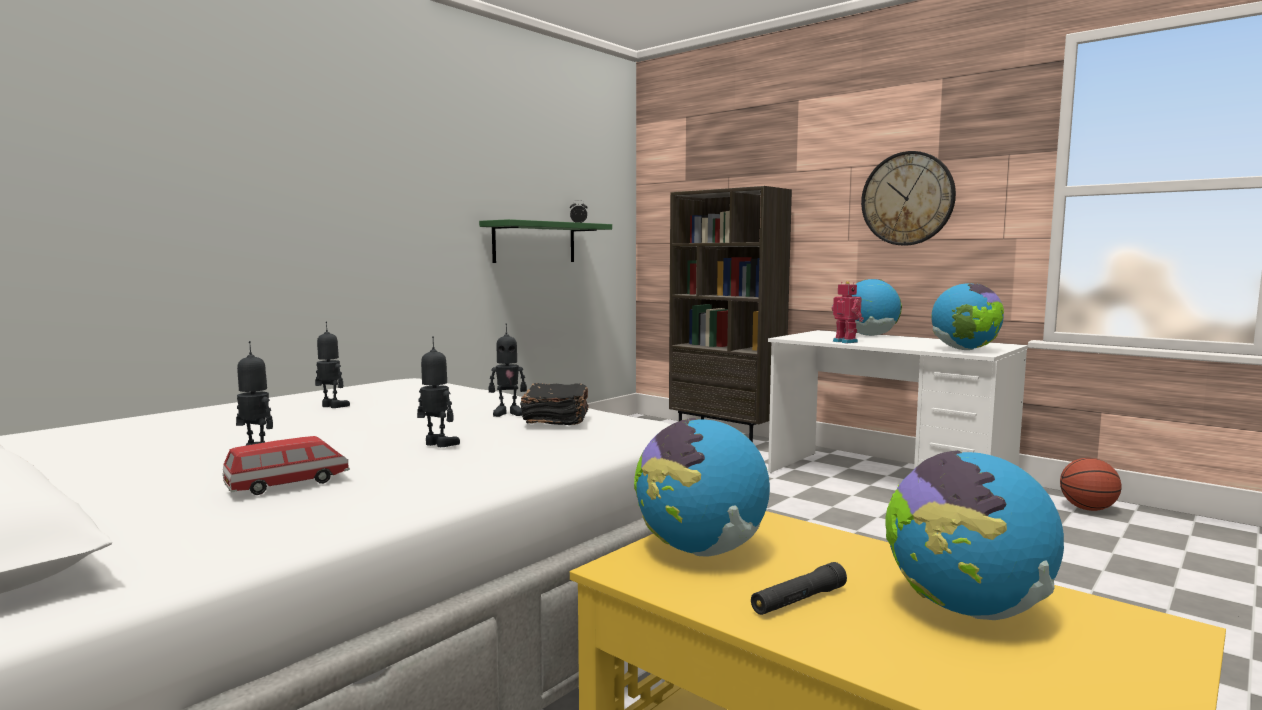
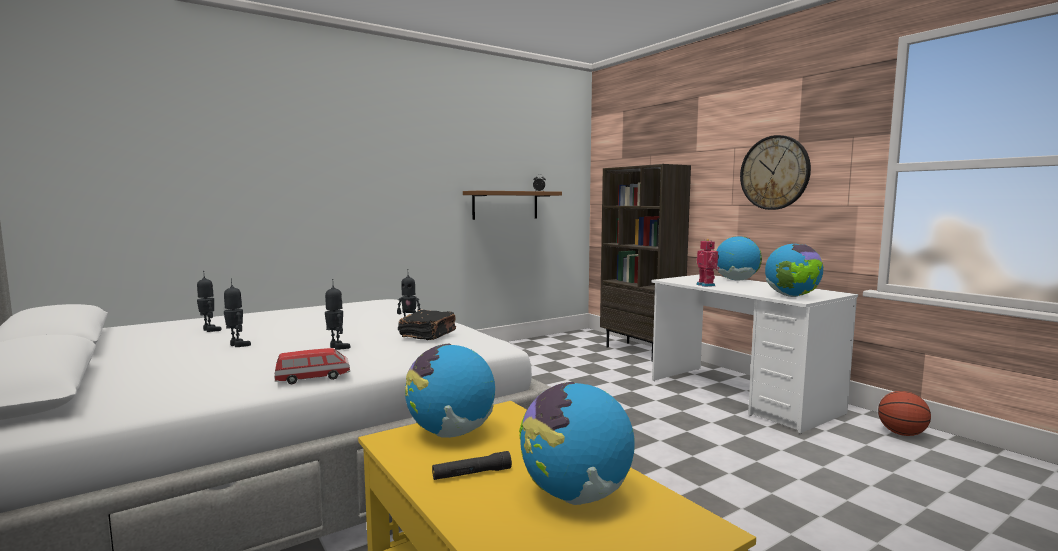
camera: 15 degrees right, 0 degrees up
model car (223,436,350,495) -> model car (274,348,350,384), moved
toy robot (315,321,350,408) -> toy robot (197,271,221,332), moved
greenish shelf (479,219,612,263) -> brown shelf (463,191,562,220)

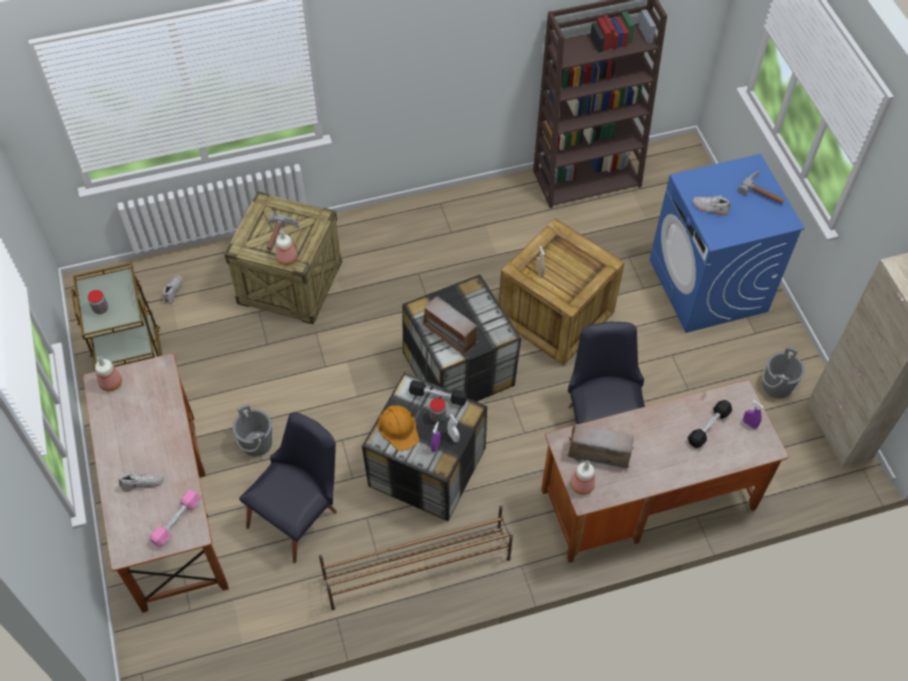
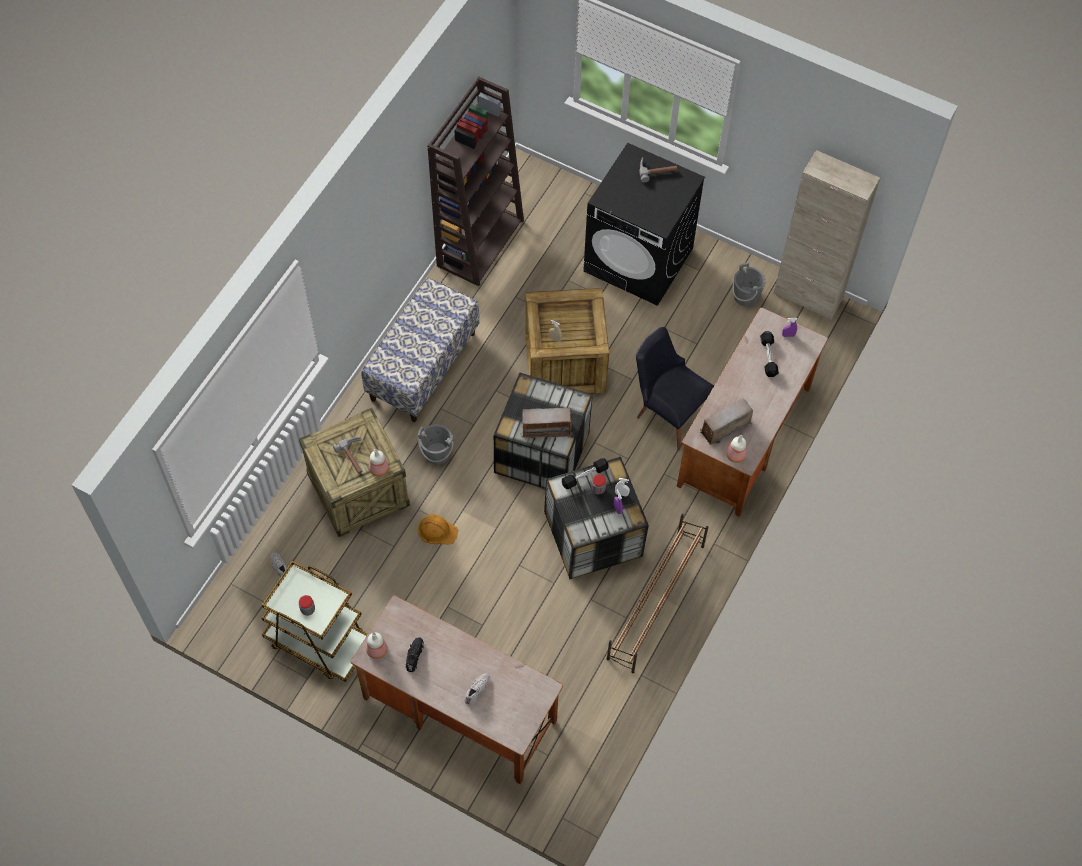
camera: 45 degrees left, 5 degrees up
pink hand weight (150,490,201,547) -> none
grey water bucket (233,404,272,457) -> grey water bucket (418,424,454,465), moved
black plain chair (239,412,337,563) -> none
orangey hard hat (378,405,419,451) -> orangey hard hat (418,514,458,545), moved
bluish laundry appliance (650,154,805,333) -> black laundry appliance (583,143,705,306)
white-coloured shoe (693,196,731,216) -> none
none -> long seat (361,278,480,422)
none -> black shoe (406,637,424,672)

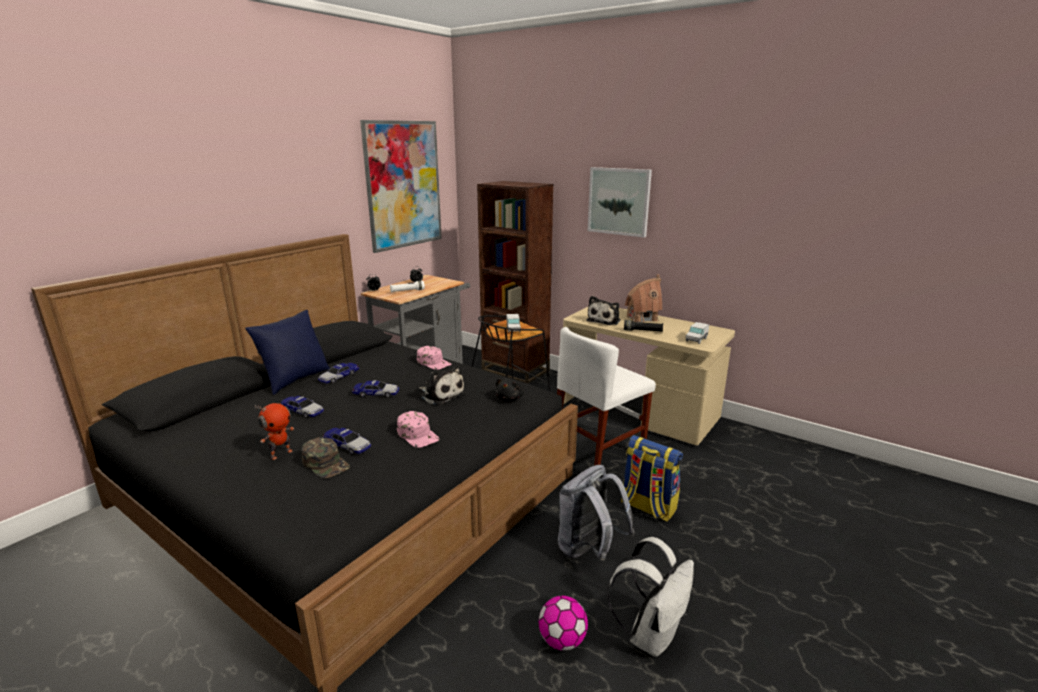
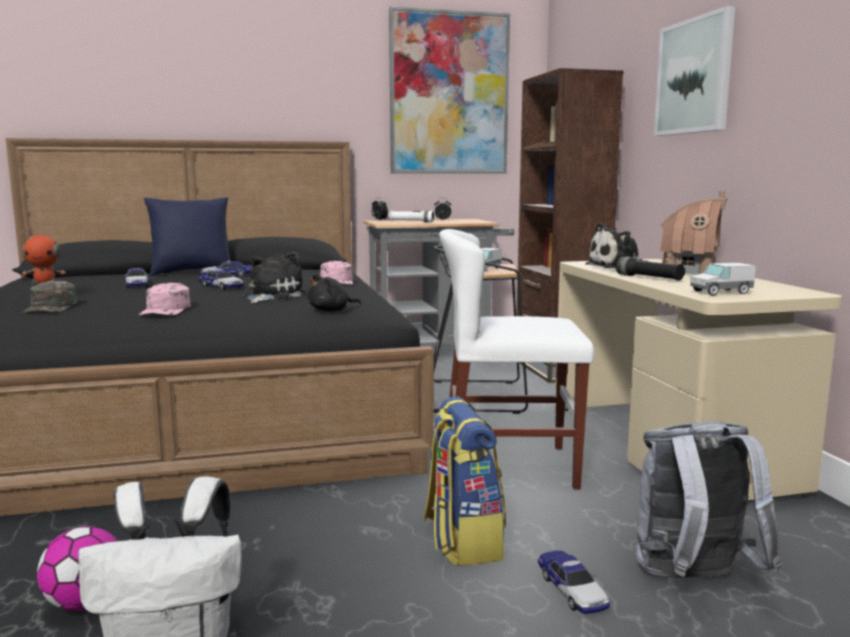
camera: 40 degrees right, 10 degrees down
model car (323,428,371,455) -> model car (538,551,610,614), moved
soft toy (419,365,466,405) -> soft toy (244,252,305,303), 150 degrees counterclockwise
grey rucksack (558,465,635,561) -> grey rucksack (636,421,782,578), moved

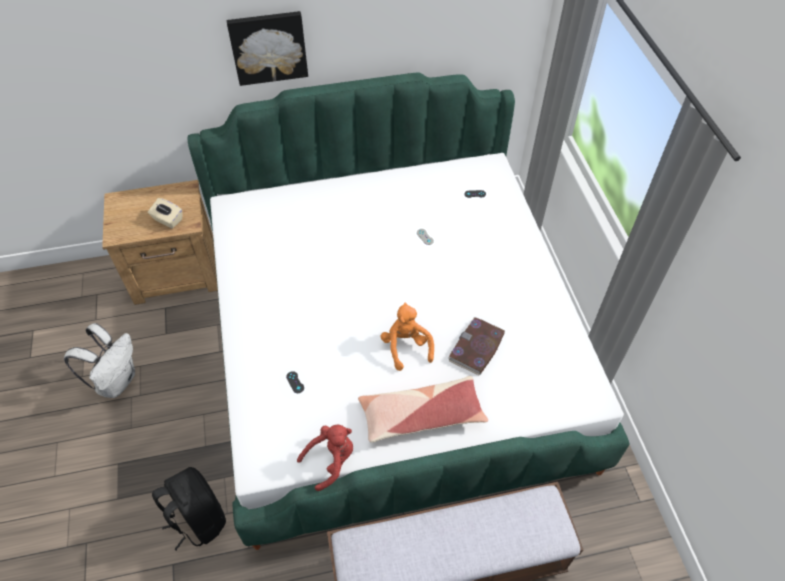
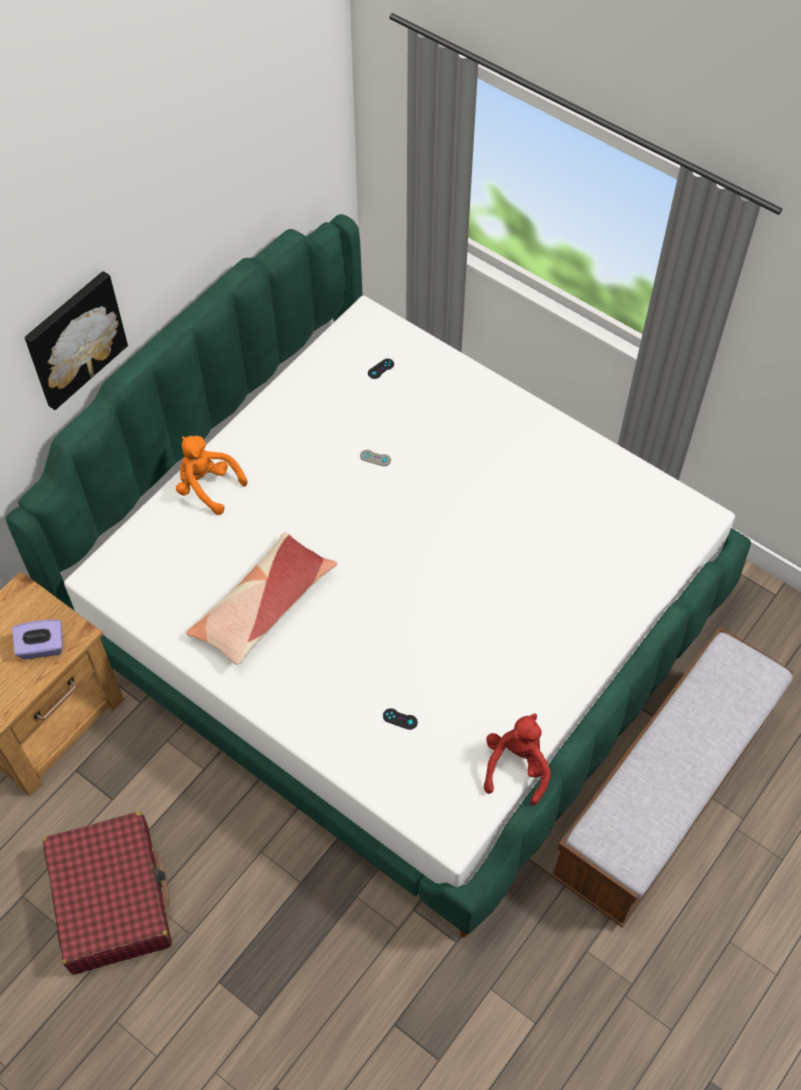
camera: 40 degrees left, 5 degrees up
white-coloured rucksack (64,323,135,398) -> red-coloured travel case (43,812,172,975)
beige box of tissues (148,198,182,229) -> purple box of tissues (12,620,63,659)
black rucksack (152,467,226,550) -> none
cushion (358,376,488,443) -> cushion (186,532,337,665), moved
orangey soft toy (381,303,434,371) -> orangey soft toy (176,436,247,515), moved
book (448,317,505,375) -> none

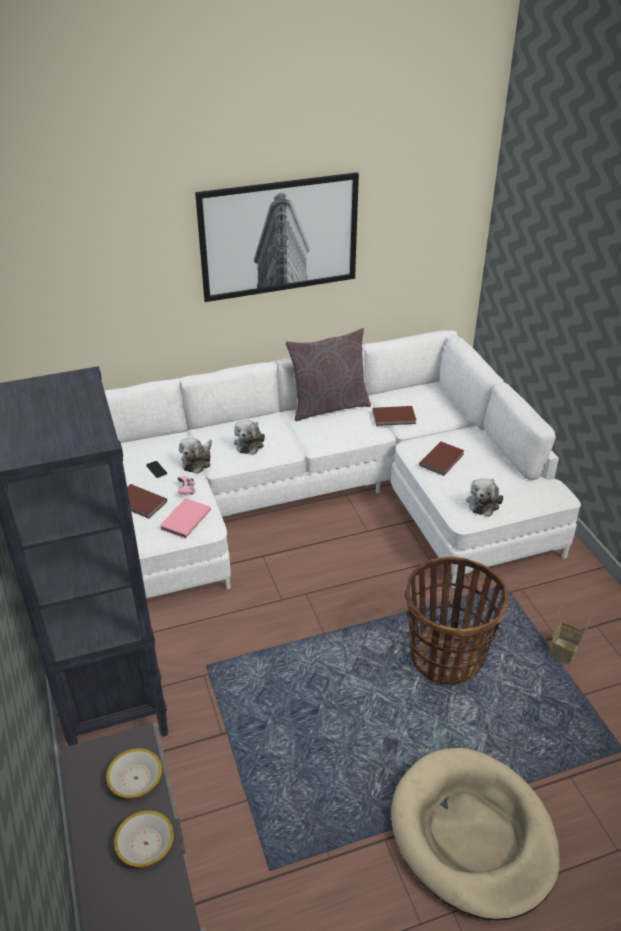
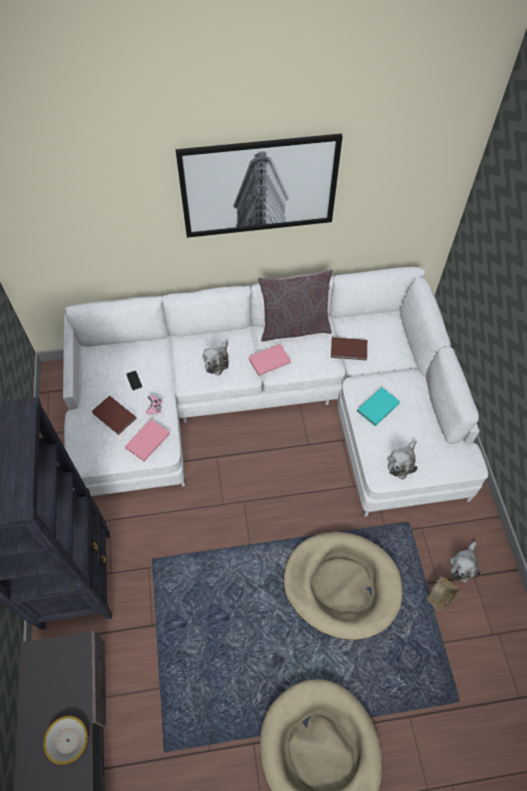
camera: 10 degrees right, 20 degrees up
deep dish (106,748,162,799) -> none
soft toy (179,438,212,474) -> soft toy (449,541,481,583), moved
basket (405,557,509,686) -> beige pet bed (284,532,403,640)
brown book (419,441,465,476) -> blue-green book (357,387,400,426)
none -> pink book (249,344,291,376)

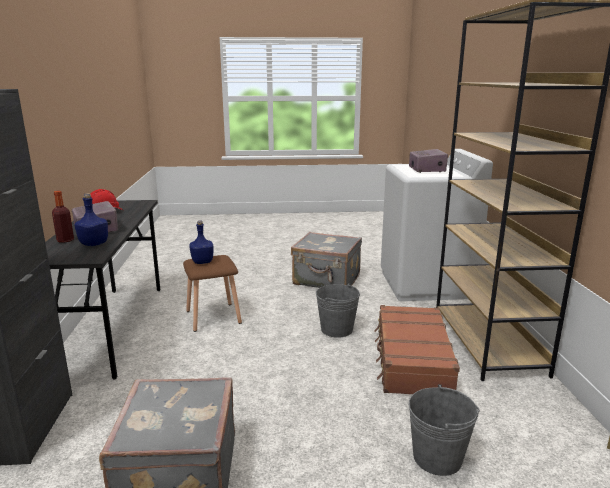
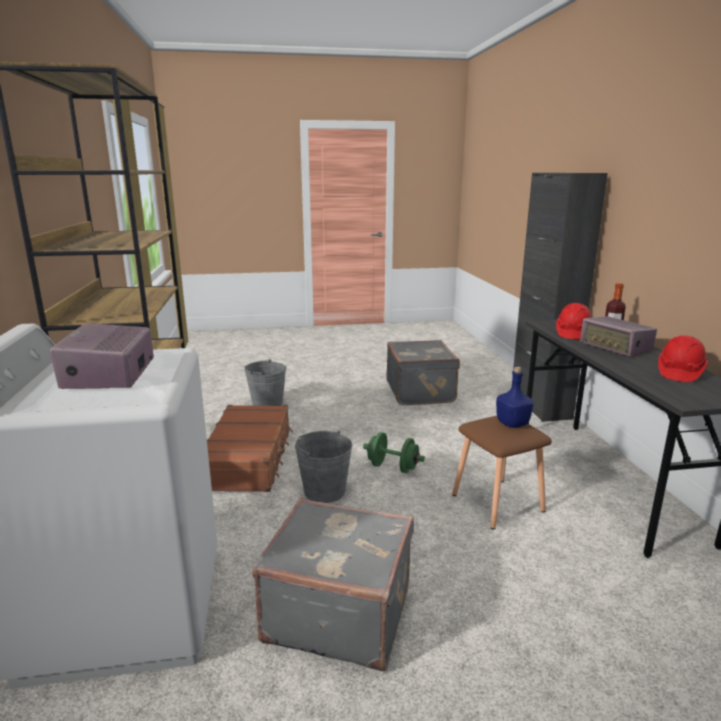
camera: 175 degrees right, 0 degrees up
bluish beverage bottle (74,193,108,246) -> red-coloured hard hat (556,303,591,339)
none -> greenish hand weight (363,432,425,473)

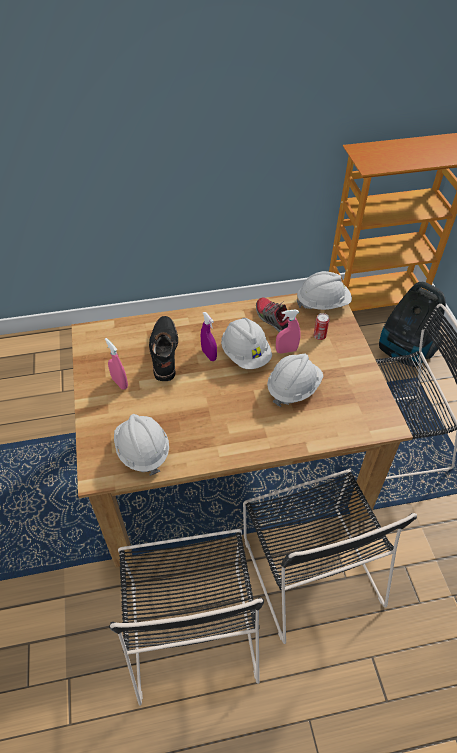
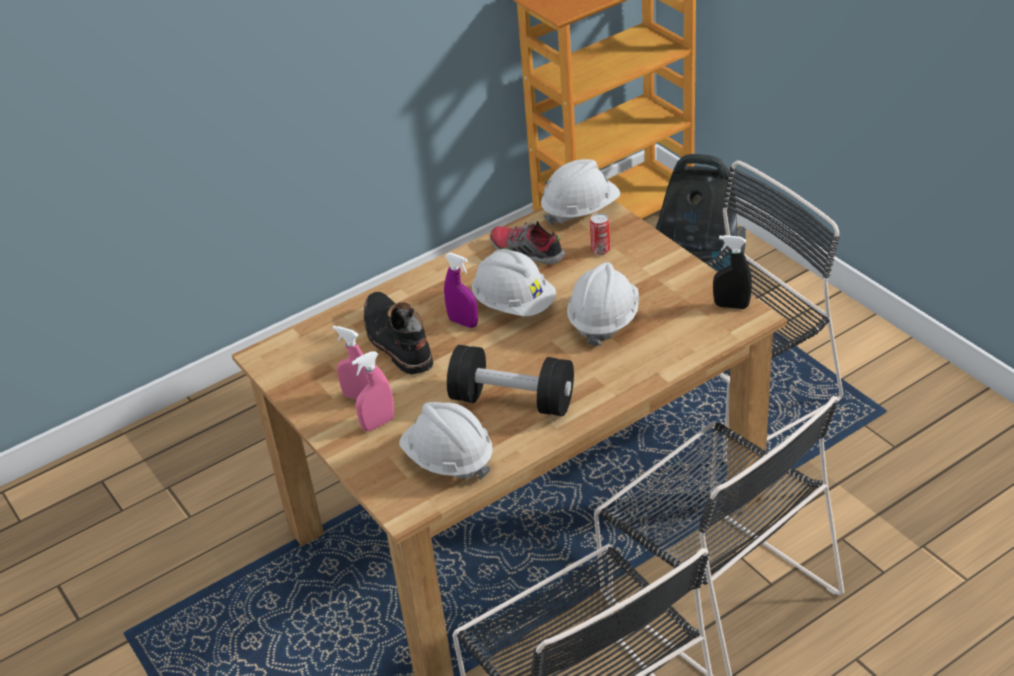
camera: 20 degrees left, 10 degrees down
pink spray bottle (276,309,301,353) -> pink spray bottle (352,351,394,431), moved
none -> black hand weight (447,345,574,416)
none -> black spray bottle (713,235,752,309)

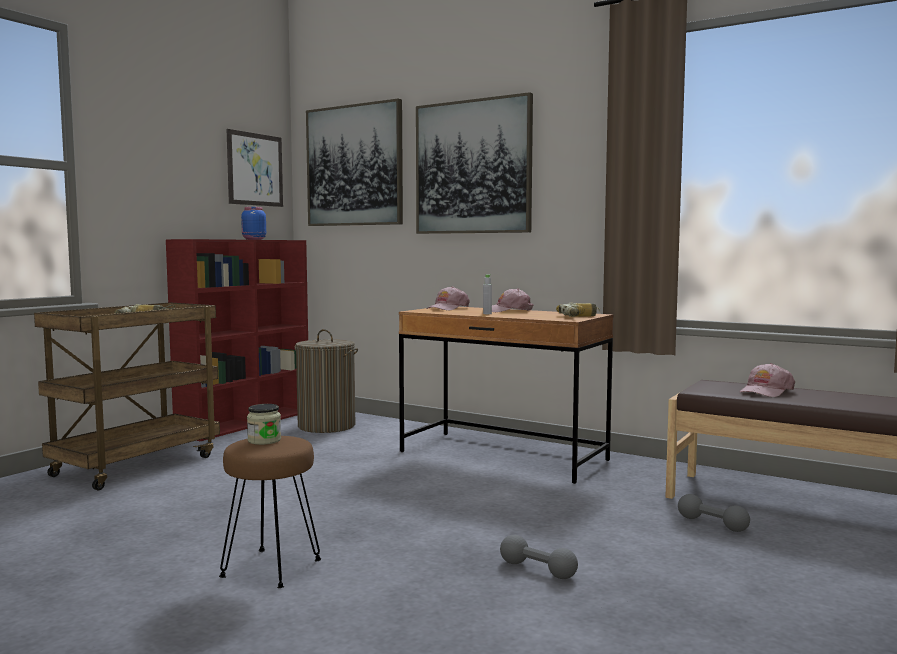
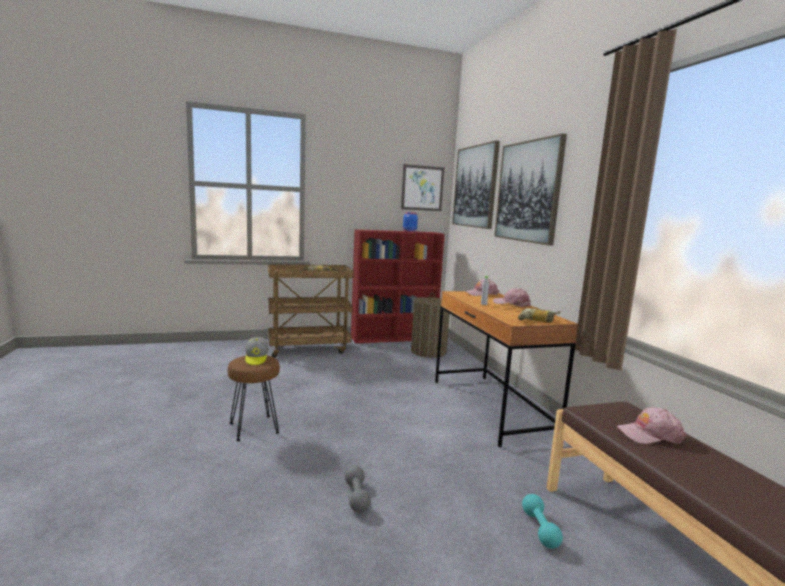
camera: 40 degrees right, 5 degrees up
jar (247,404,281,445) -> baseball cap (245,337,268,365)
grey hand weight (678,494,750,532) -> blue-green hand weight (522,494,563,549)

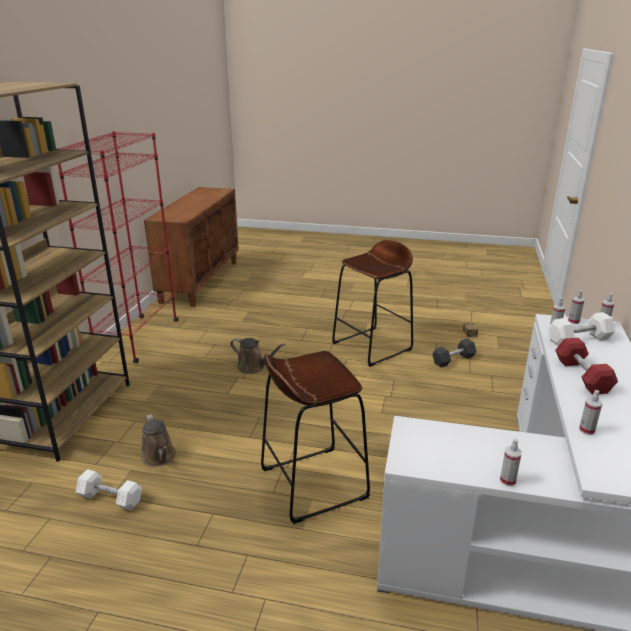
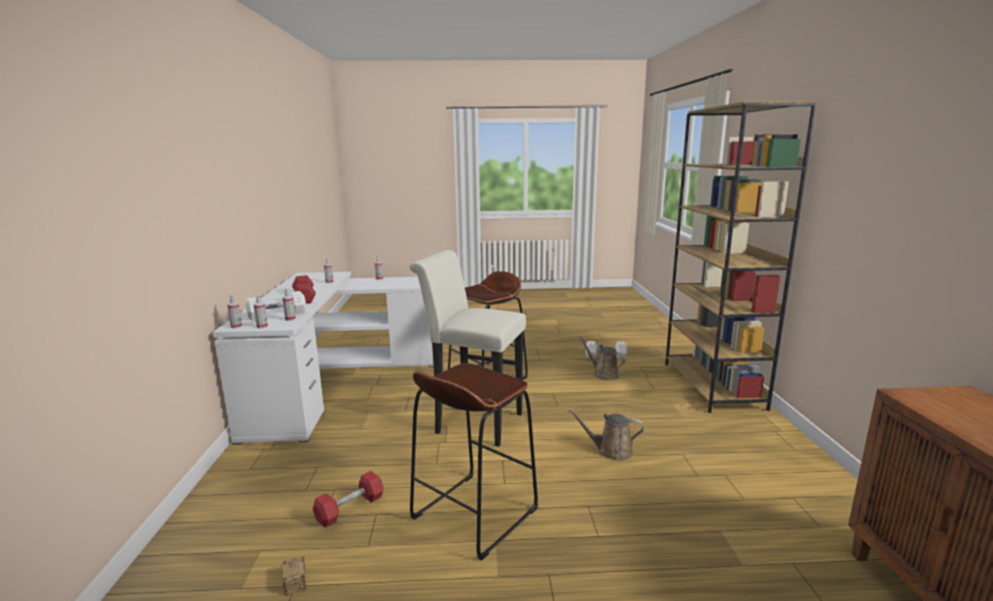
camera: 165 degrees right, 10 degrees down
red-coloured bookshelf (56,131,178,363) -> none
grey hand weight (432,338,477,368) -> red-coloured hand weight (313,471,384,528)
none -> white-coloured sitting stool (410,250,526,447)

